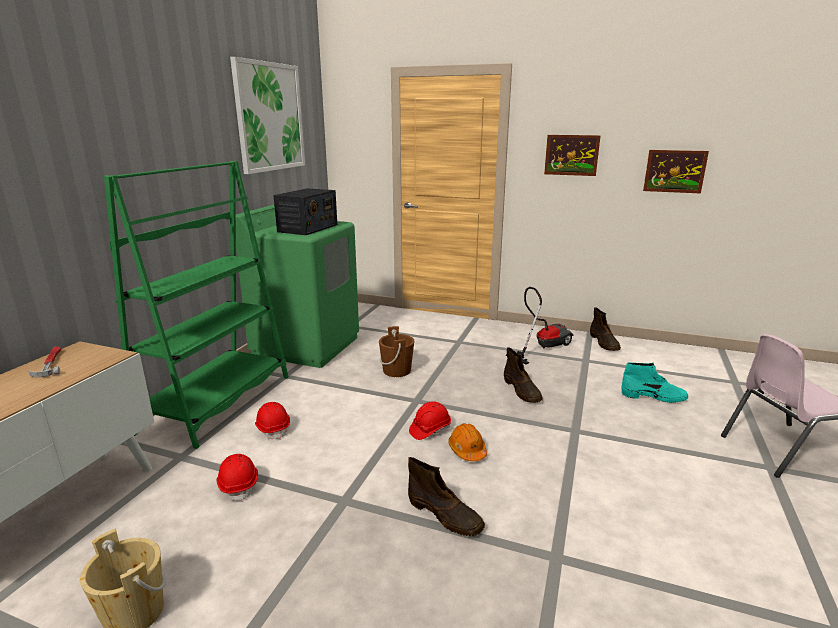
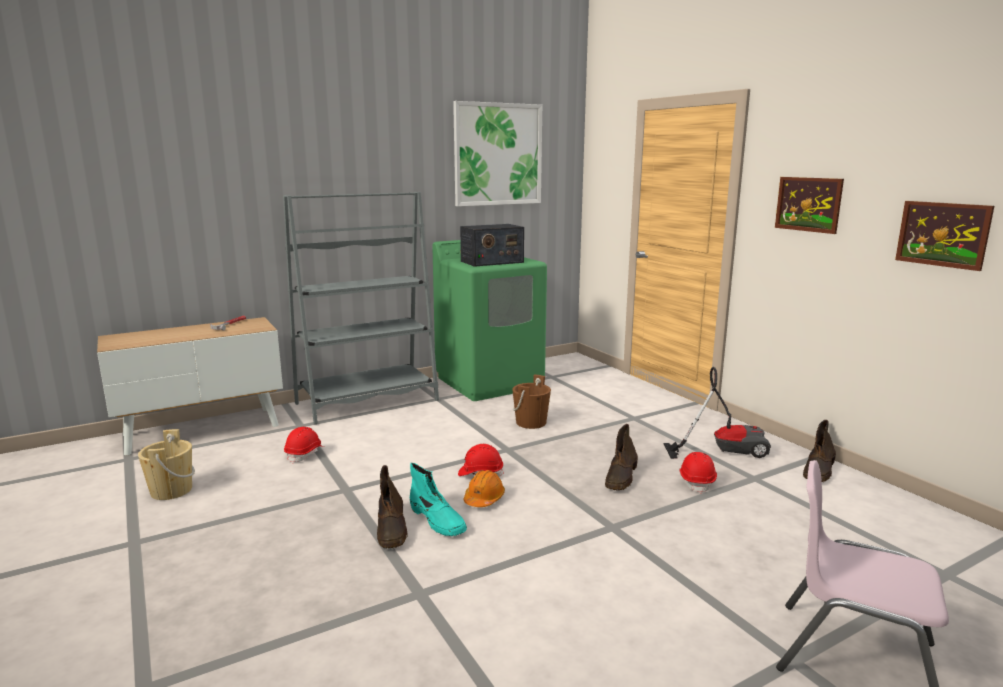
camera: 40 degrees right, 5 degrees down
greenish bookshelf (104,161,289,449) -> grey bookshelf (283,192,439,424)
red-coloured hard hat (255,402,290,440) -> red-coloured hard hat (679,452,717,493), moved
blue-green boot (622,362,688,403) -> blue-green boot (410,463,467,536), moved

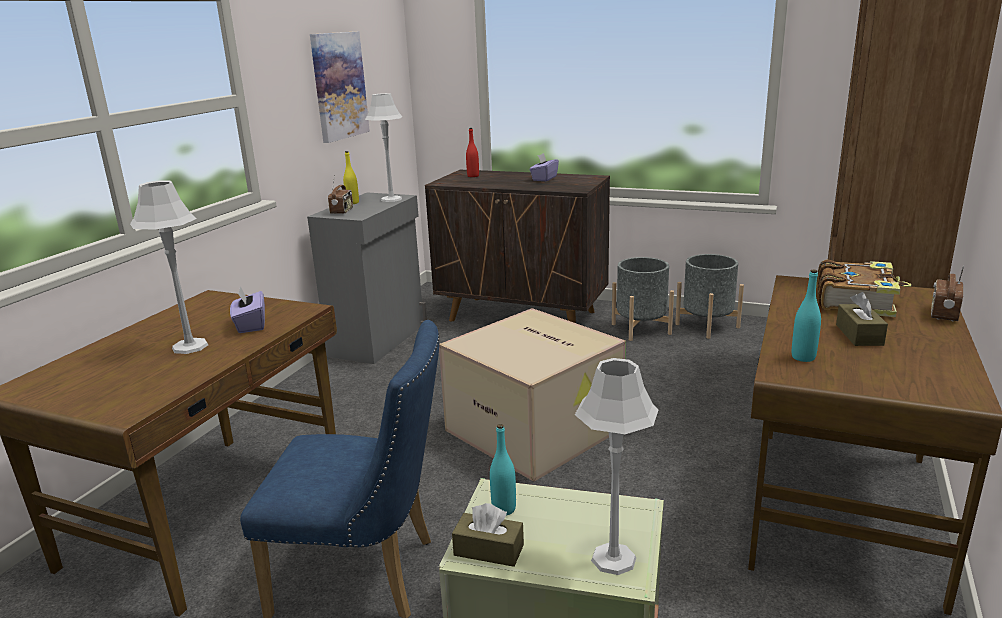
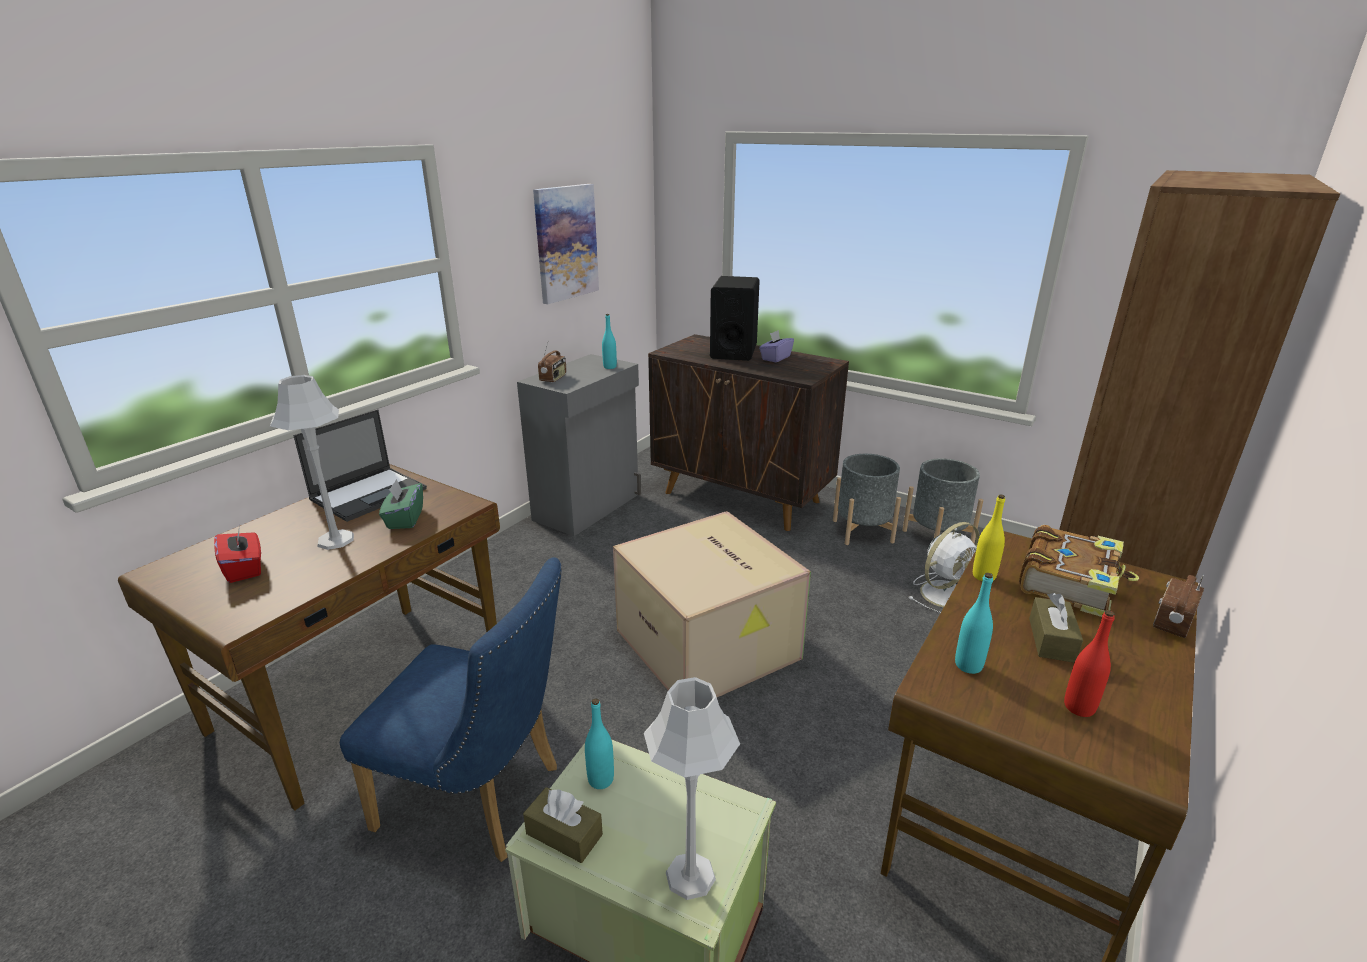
camera: 10 degrees right, 5 degrees up
purple box of tissues (230,286,265,333) -> greenish box of tissues (379,479,423,529)
yellow-coloured beverage bottle (343,151,359,204) -> yellow-coloured beverage bottle (973,494,1005,581), moved
grey tabletop lamp (365,93,402,202) -> blue-green beverage bottle (602,314,617,369)
red-coloured beverage bottle (466,128,479,177) -> red-coloured beverage bottle (1064,610,1115,717), moved
none -> red-coloured box of tissues (214,525,261,583)
none -> portable computer (293,409,427,522)
none -> black loudspeaker (710,276,760,361)
none -> white-coloured cooling fan (909,522,980,613)

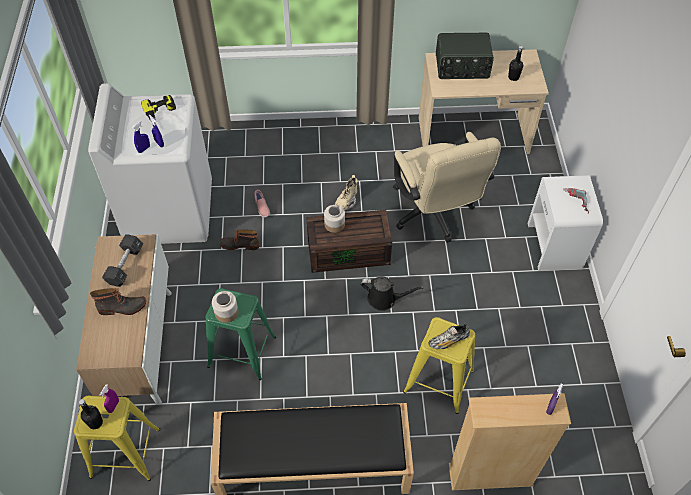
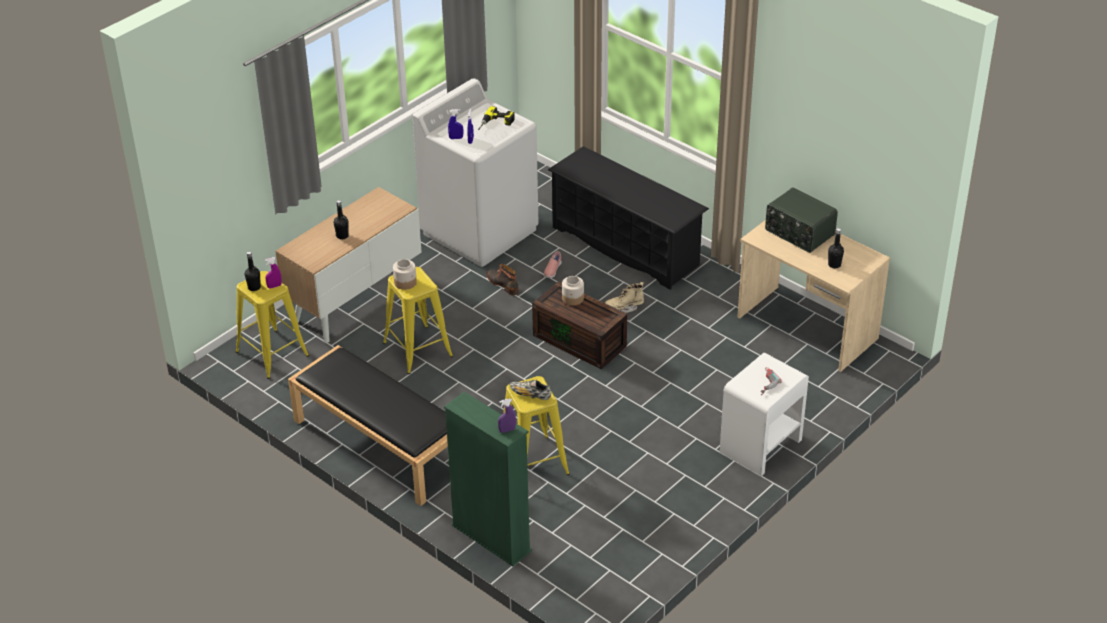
camera: 45 degrees right, 15 degrees down
boot (90,288,146,315) -> black beverage bottle (334,200,349,239)
black hand weight (102,234,143,287) -> none
greenish sitting stool (206,288,276,380) -> yellow-coloured sitting stool (383,267,453,374)
black watering can (361,276,424,311) -> none
beige office chair (393,132,501,243) -> none
beige bookshelf (449,393,571,490) -> greenish bookshelf (444,392,532,566)
none -> black shoe stand (548,146,709,290)

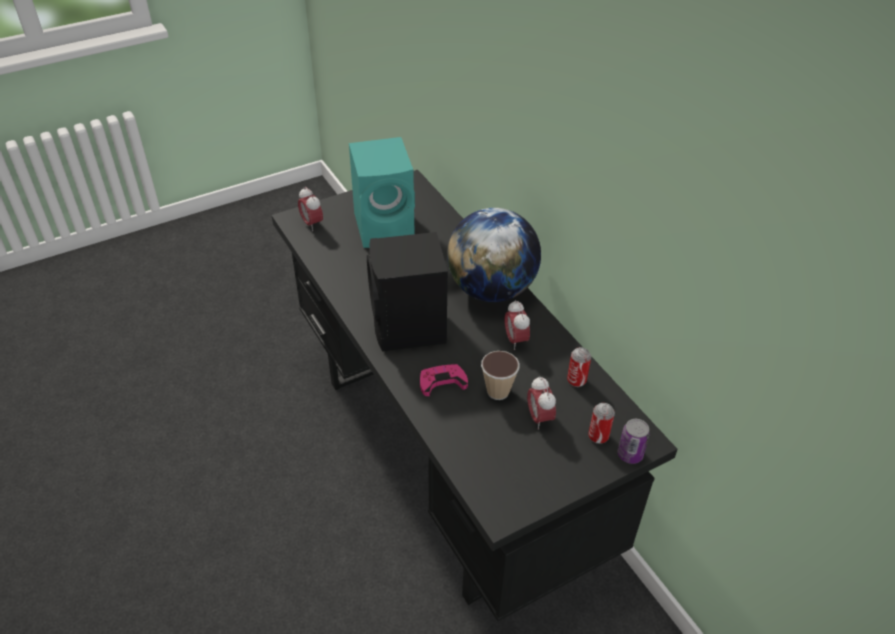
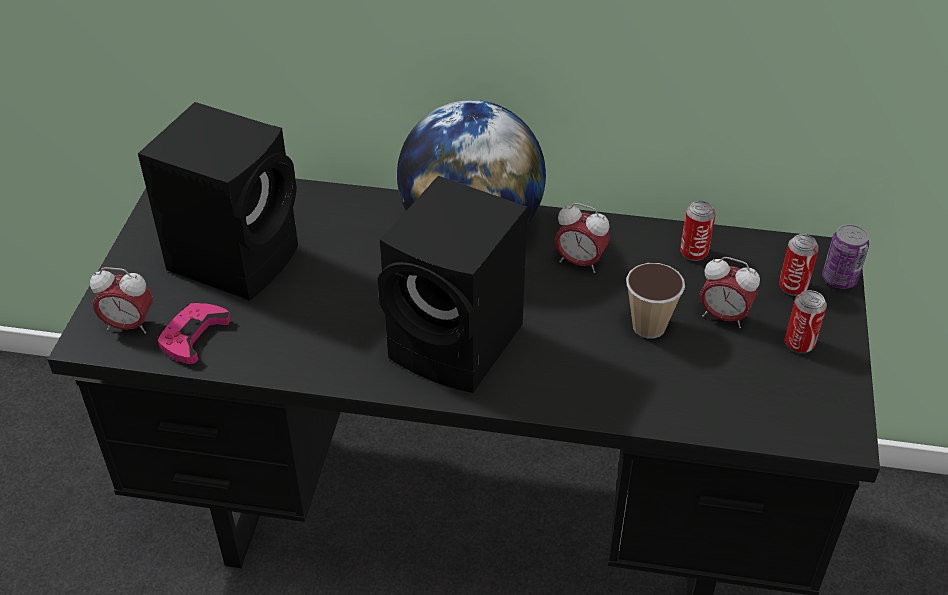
camera: 50 degrees left, 0 degrees up
blue-green loudspeaker (349,137,415,248) -> black loudspeaker (138,102,298,301)
pink joypad (420,363,468,396) -> pink joypad (157,303,231,364), moved
none -> sealed can (785,290,827,354)

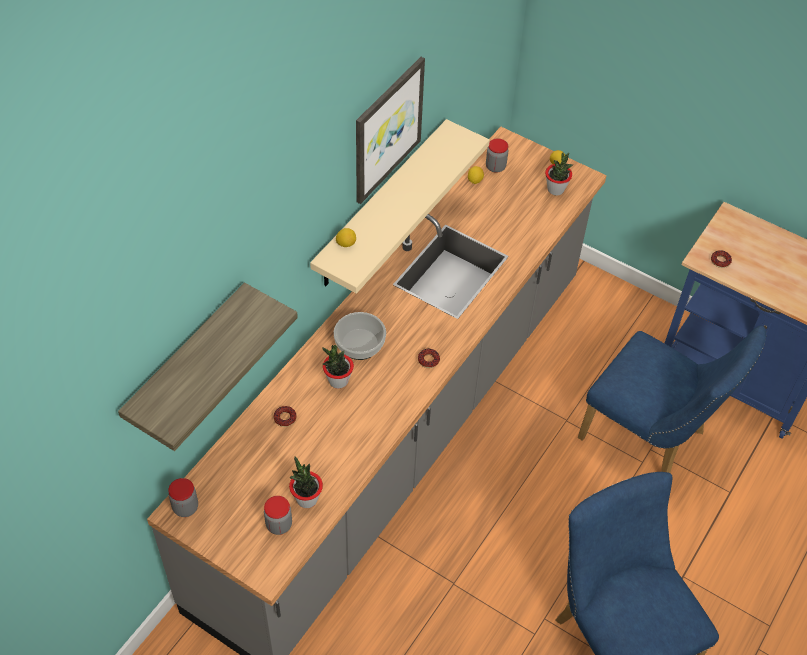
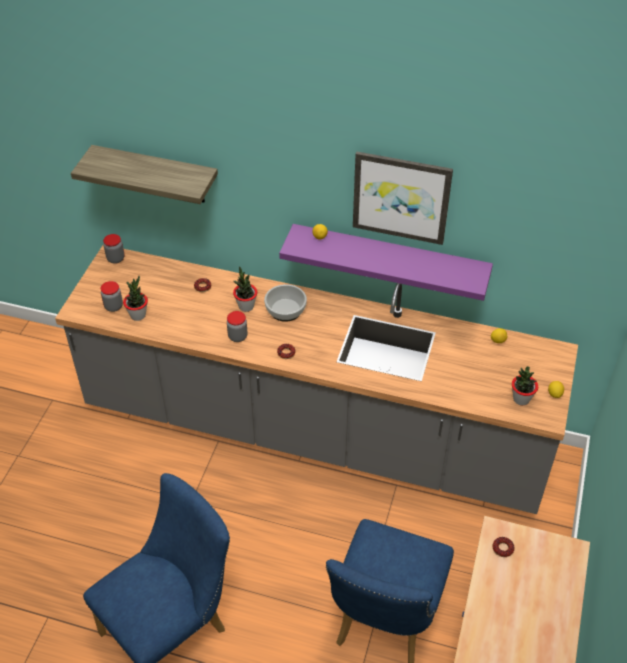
camera: 75 degrees right, 5 degrees down
beige shelf (310,119,490,294) -> purple shelf (279,224,493,301)
jar (486,139,508,173) -> jar (227,311,248,342), moved

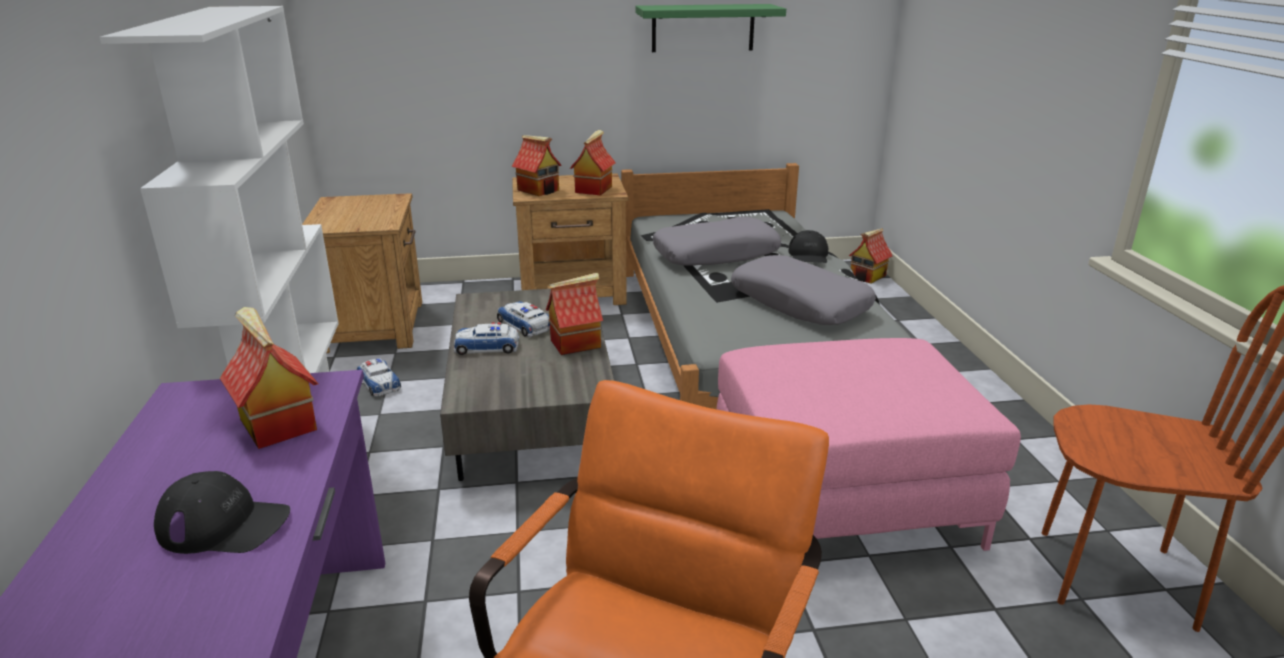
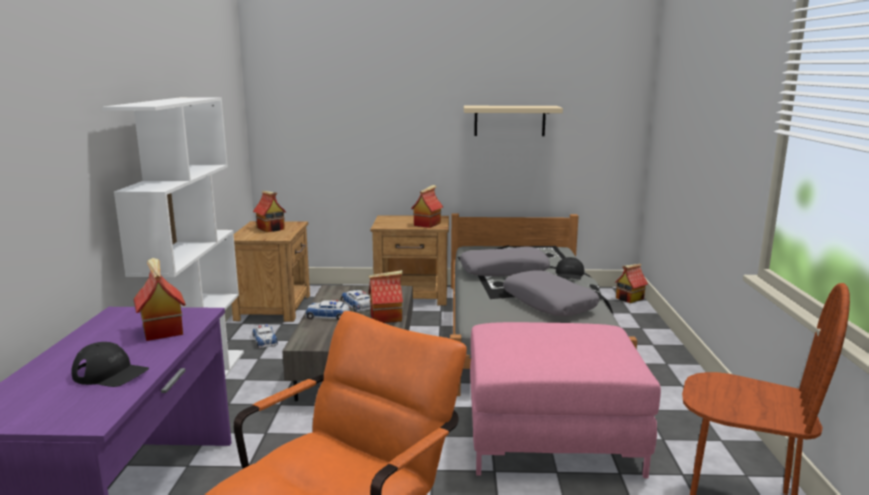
camera: 10 degrees right, 10 degrees down
miniature house (512,135,562,196) -> miniature house (253,191,286,232), moved
greenish shelf (636,4,786,52) -> beige shelf (464,106,563,136)

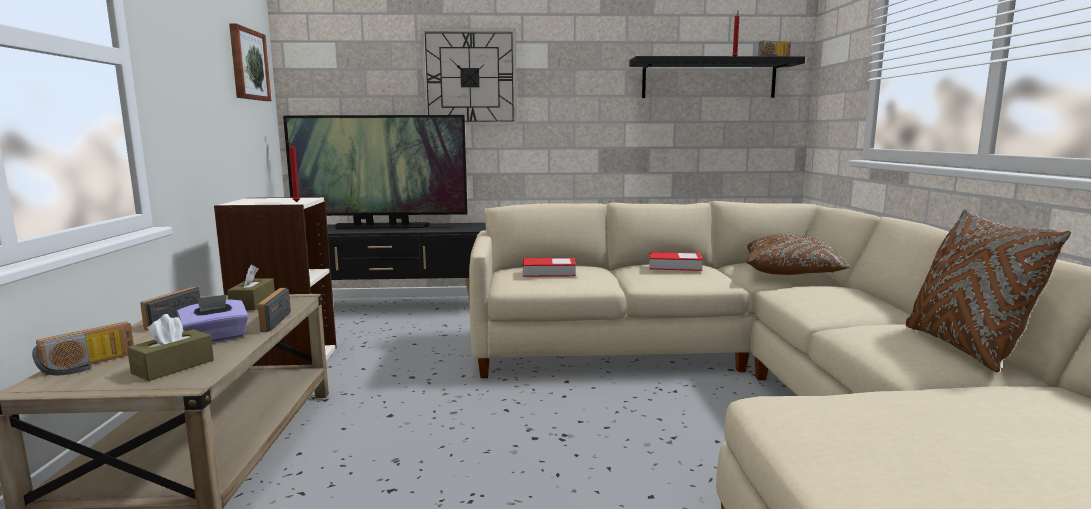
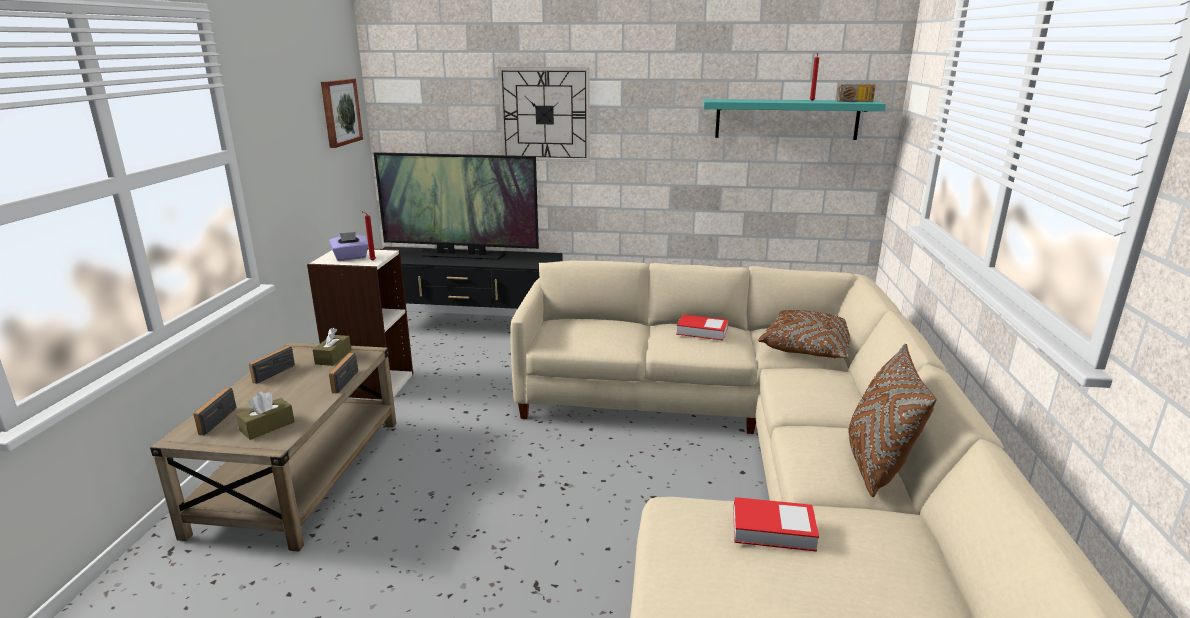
camera: 10 degrees right, 10 degrees up
radio receiver (32,322,134,375) -> radio receiver (193,388,237,435), 135 degrees clockwise
purple box of tissues (177,294,249,343) -> purple box of tissues (329,232,368,261), moved
book (523,258,576,277) -> book (733,497,819,552), moved
black shelf (629,56,805,98) -> blue-green shelf (703,99,886,140)

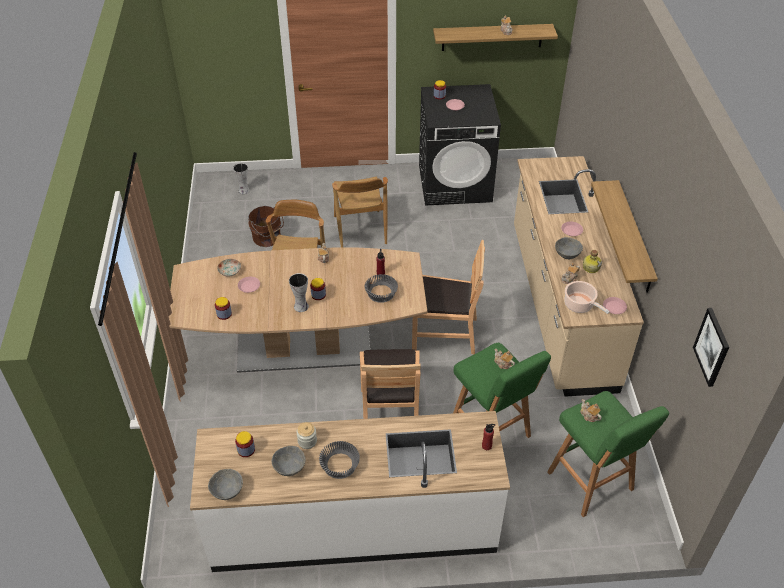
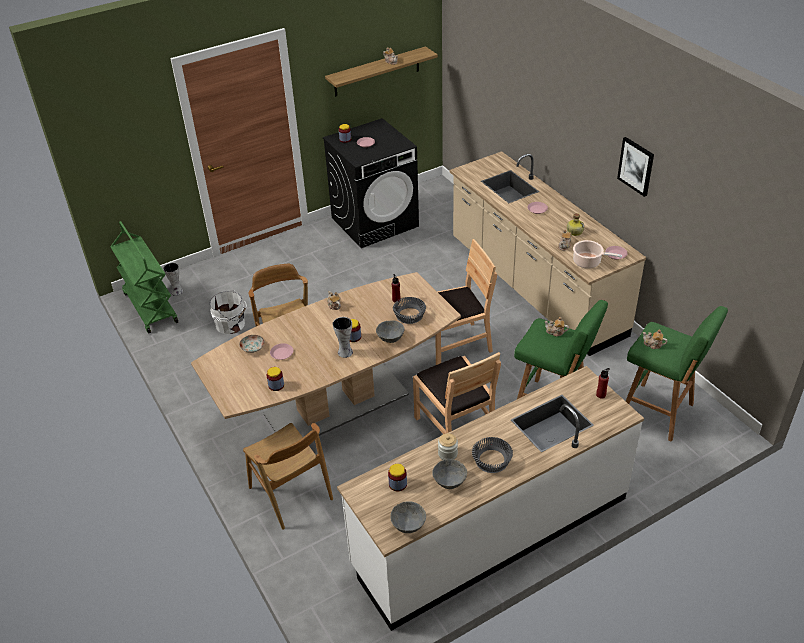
camera: 25 degrees left, 5 degrees down
brown water bucket (248,206,284,247) -> white-coloured water bucket (210,290,247,334)
brown plain chair (332,177,388,247) -> brown plain chair (243,423,333,530), moved
grey deep dish (555,237,583,259) -> grey deep dish (376,320,404,343), moved
shelf (591,180,658,293) -> none
wall picture (693,308,729,387) -> wall picture (617,137,654,197), moved
none -> greenish trolley (110,221,178,334)

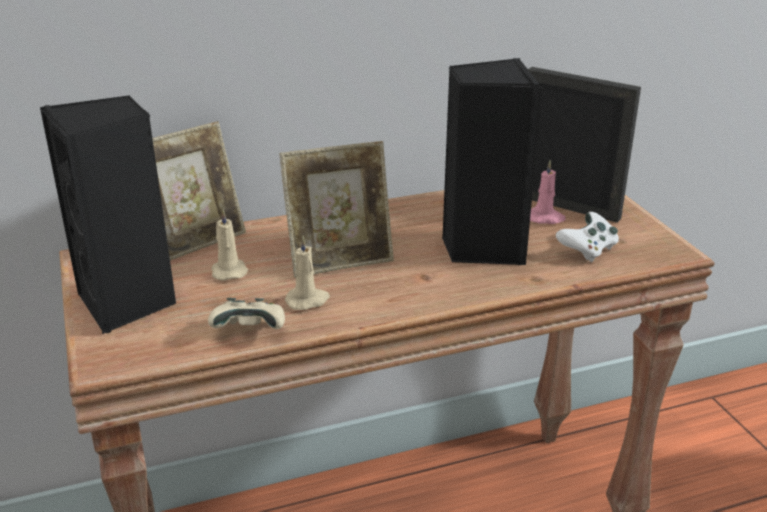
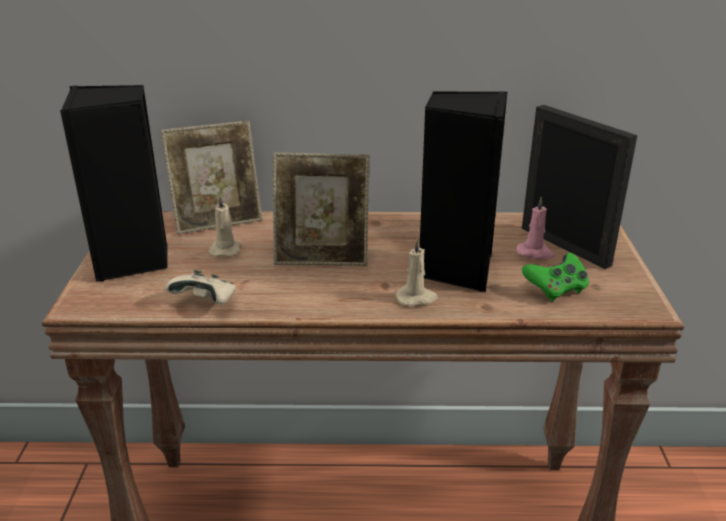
camera: 20 degrees right, 0 degrees up
beige wax candle (285,236,330,310) -> beige wax candle (396,238,438,306), moved
white-coloured joypad (556,212,619,262) -> greenish joypad (522,253,589,302)

